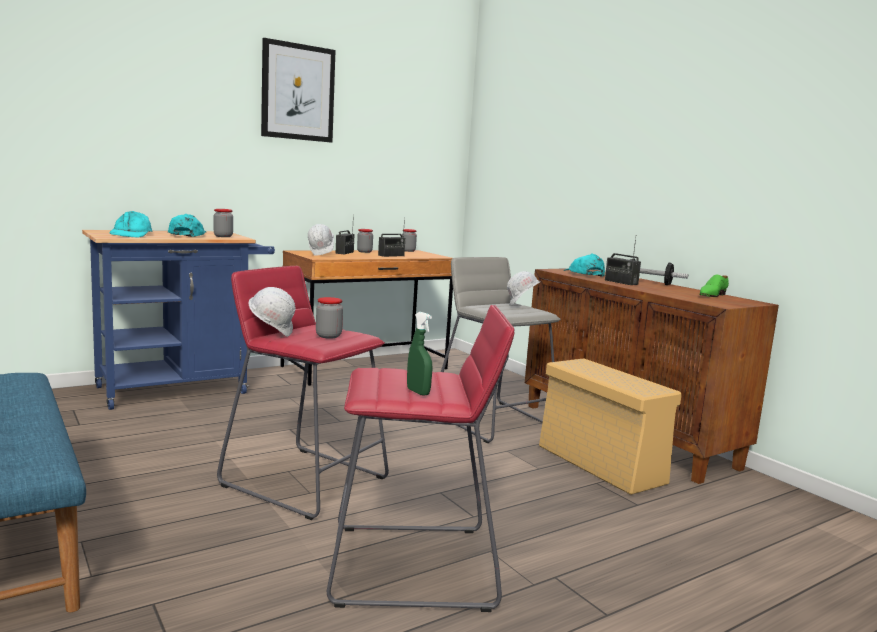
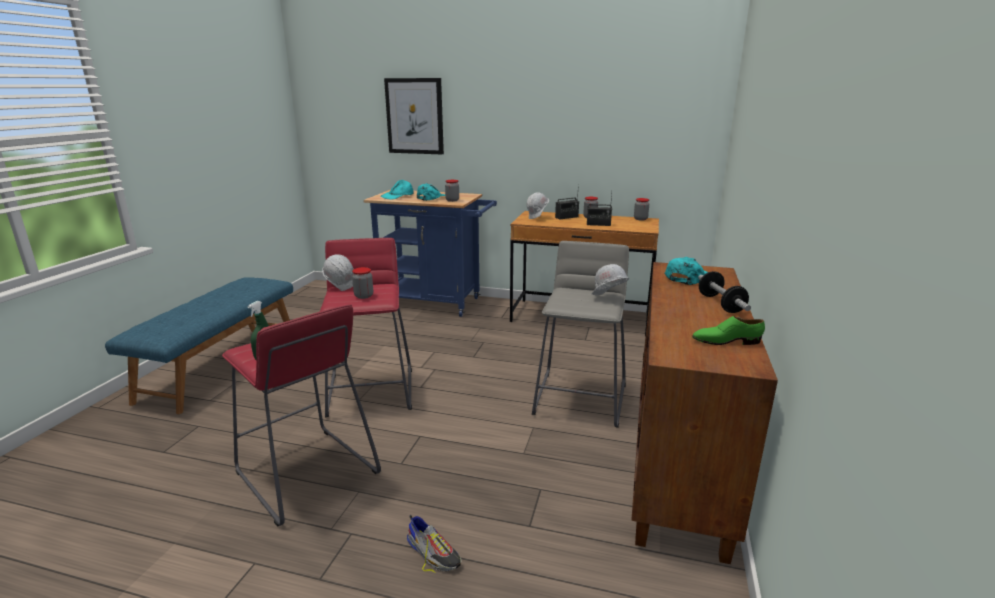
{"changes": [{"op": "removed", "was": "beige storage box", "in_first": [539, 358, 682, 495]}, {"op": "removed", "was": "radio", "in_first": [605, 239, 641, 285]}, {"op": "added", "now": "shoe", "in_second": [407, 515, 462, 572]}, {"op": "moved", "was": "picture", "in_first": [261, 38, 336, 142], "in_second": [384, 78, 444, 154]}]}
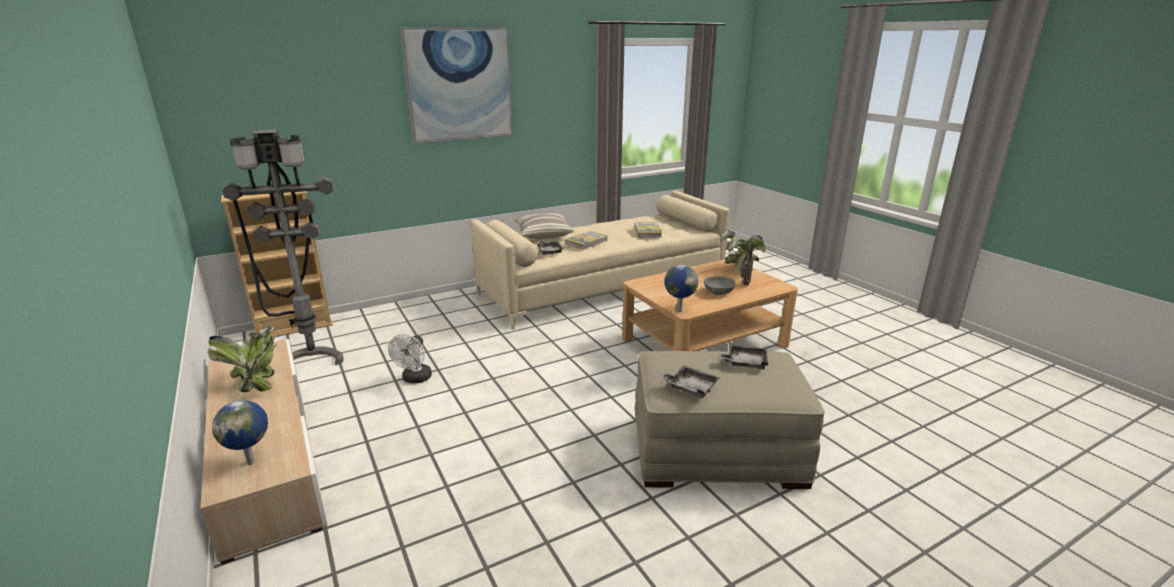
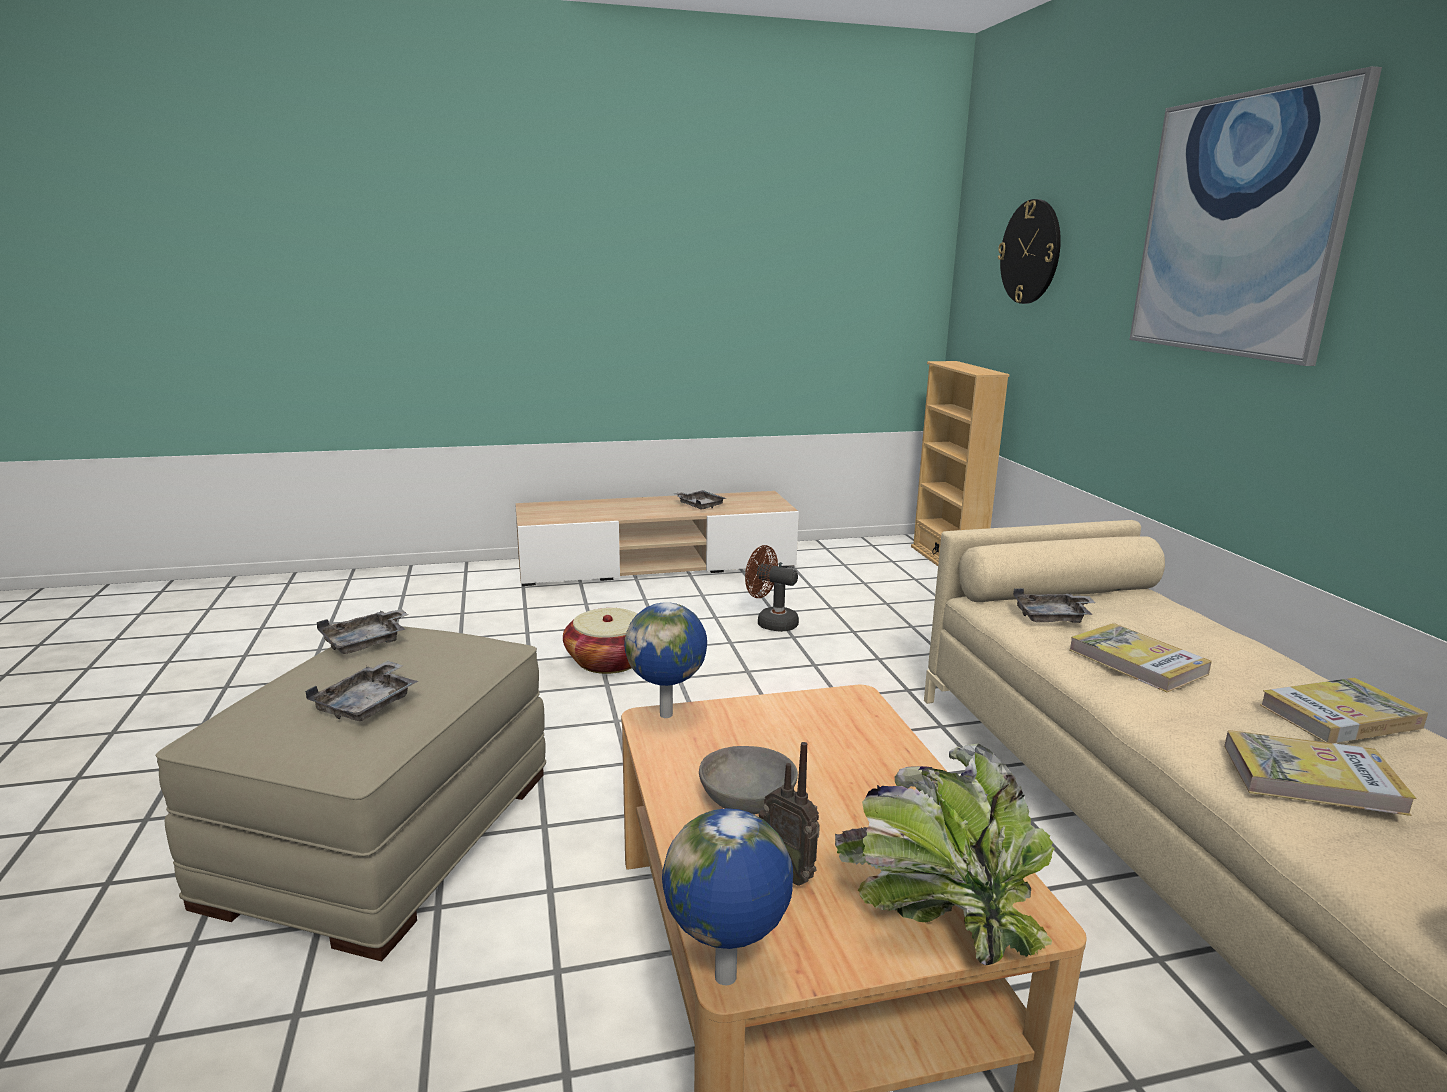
{"changes": [{"op": "removed", "was": "grey floor lamp", "in_first": [222, 130, 344, 365]}, {"op": "removed", "was": "pillow", "in_first": [515, 213, 574, 239]}, {"op": "added", "now": "basket", "in_second": [563, 608, 637, 674]}, {"op": "added", "now": "wall clock", "in_second": [998, 199, 1061, 304]}, {"op": "added", "now": "book", "in_second": [1260, 677, 1428, 743]}, {"op": "moved", "was": "globe", "in_first": [212, 400, 268, 465], "in_second": [662, 808, 793, 985]}, {"op": "replaced", "was": "potted plant", "now": "grey tray", "in_first": [207, 326, 278, 392], "in_second": [675, 490, 727, 510]}, {"op": "recoloured", "was": "white fan", "now": "brown fan", "in_first": [388, 334, 432, 383], "in_second": [745, 545, 799, 632]}]}
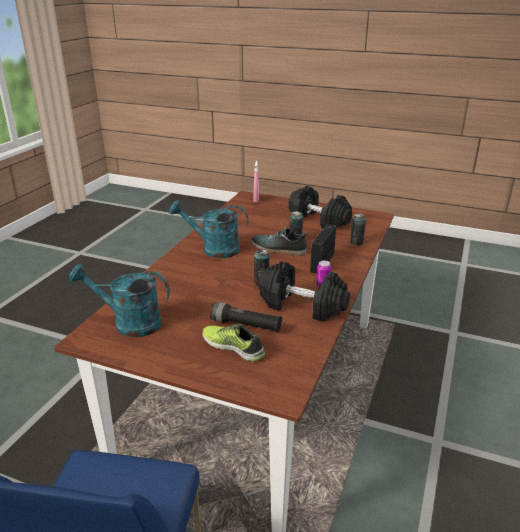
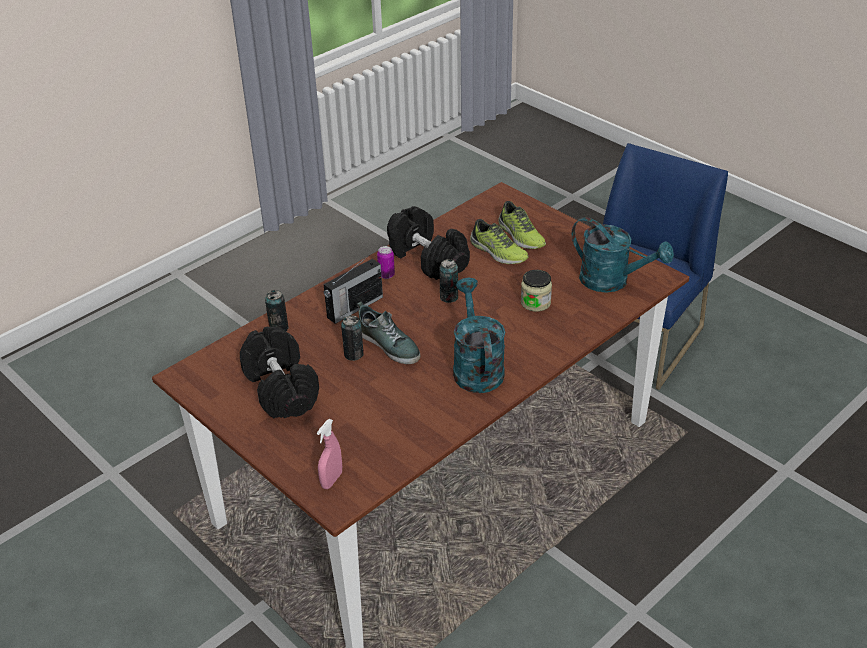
{"changes": [{"op": "added", "now": "jar", "in_second": [521, 270, 552, 312]}, {"op": "replaced", "was": "black flashlight", "now": "shoe", "in_first": [210, 302, 282, 332], "in_second": [470, 219, 528, 264]}, {"op": "turned", "was": "turquoise watering can", "in_first": [169, 201, 249, 258], "in_second": [453, 278, 505, 393], "clockwise": -135}]}
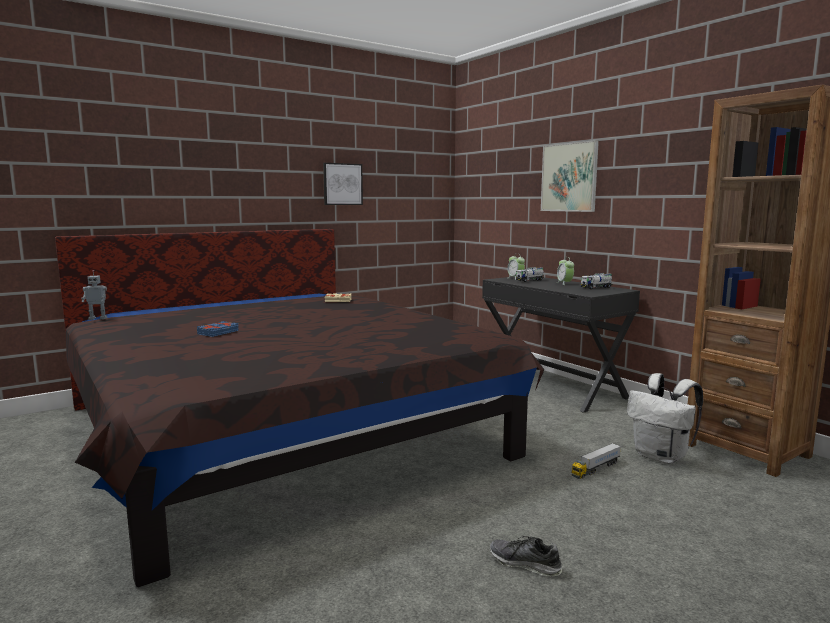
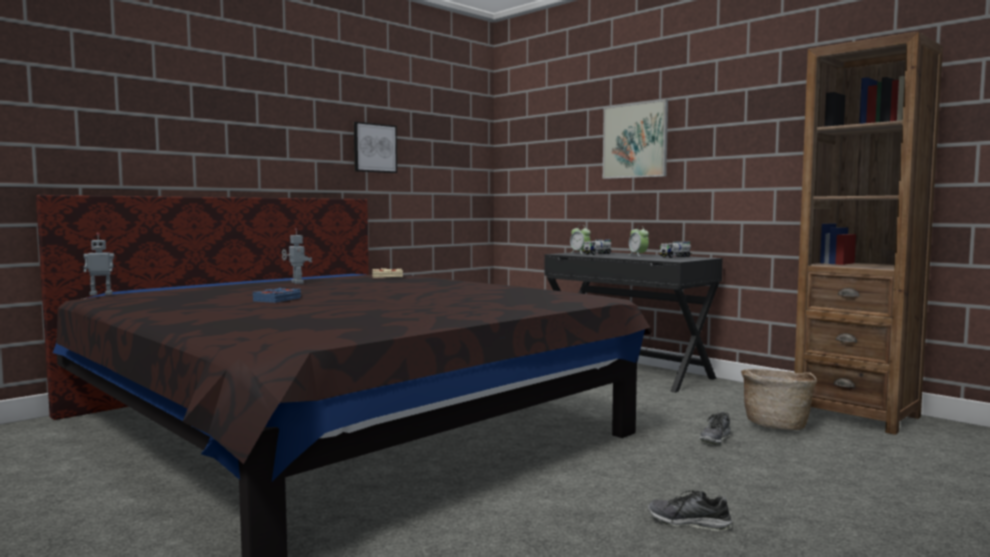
{"changes": [{"op": "added", "now": "toy robot", "in_second": [282, 229, 312, 284]}, {"op": "replaced", "was": "toy truck", "now": "shoe", "in_first": [571, 443, 621, 479], "in_second": [699, 412, 731, 445]}, {"op": "replaced", "was": "white backpack", "now": "basket", "in_first": [627, 373, 703, 464], "in_second": [741, 369, 817, 430]}]}
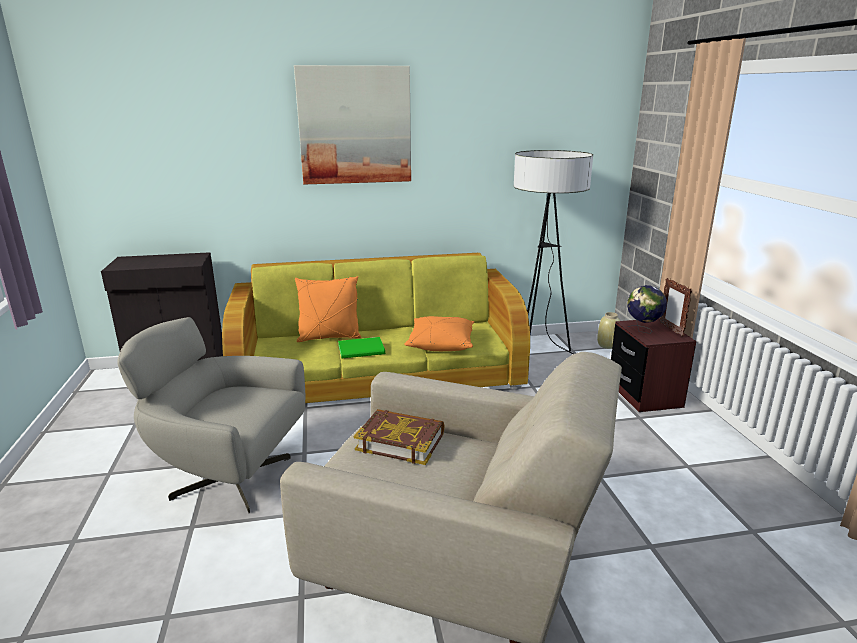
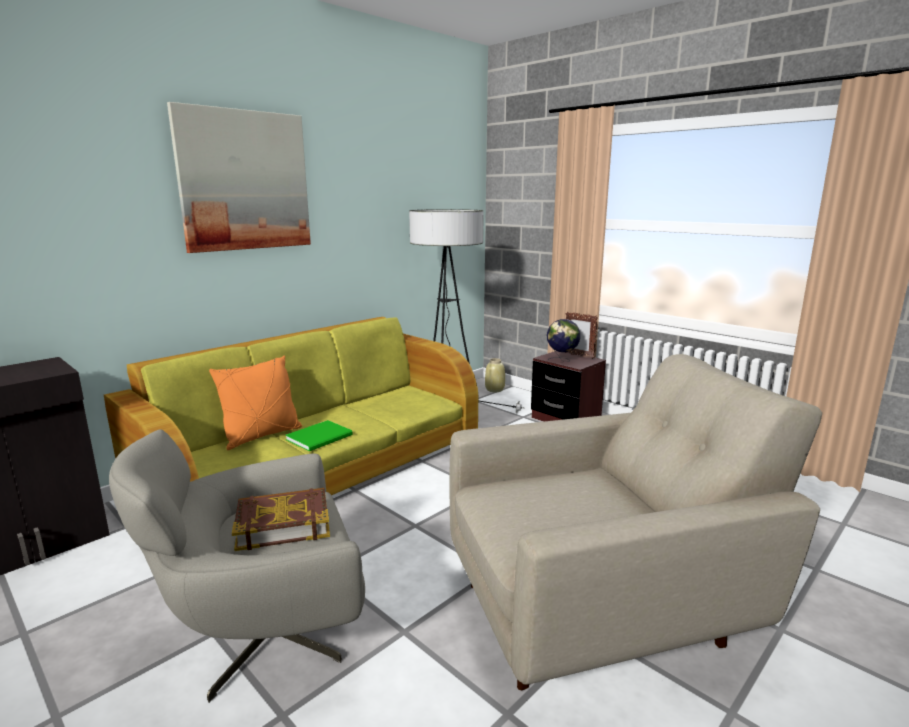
{"changes": [{"op": "removed", "was": "orange pillow", "in_first": [404, 316, 474, 351]}, {"op": "moved", "was": "book", "in_first": [354, 409, 445, 465], "in_second": [232, 488, 330, 551]}]}
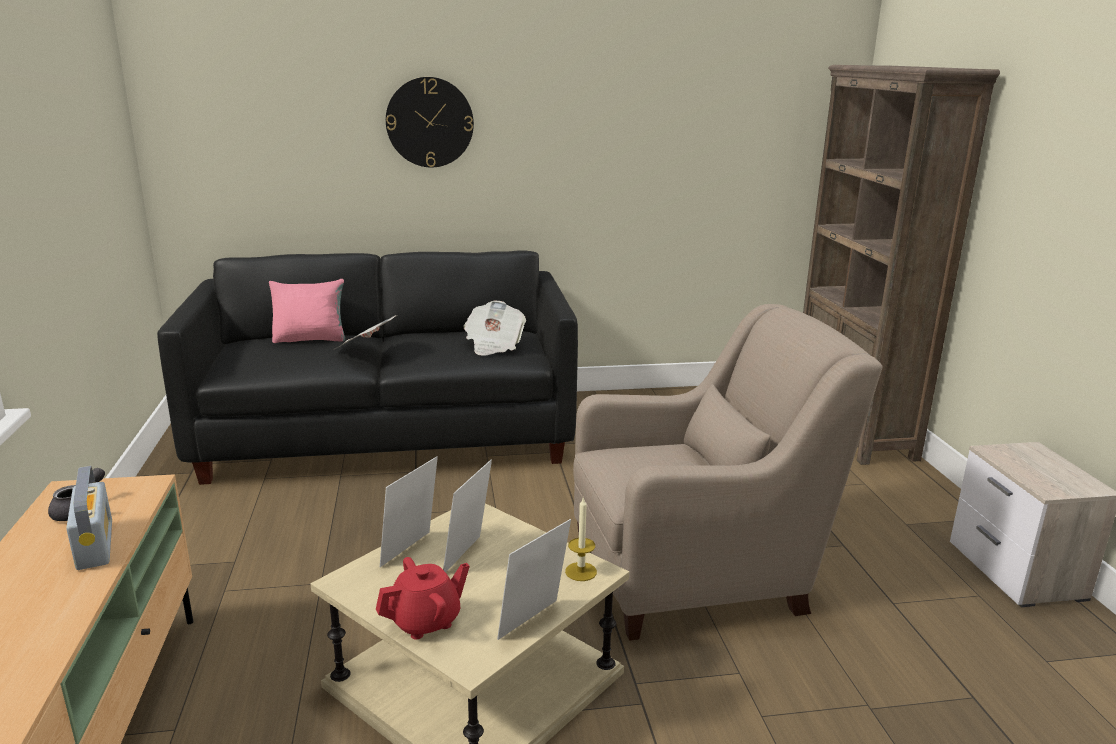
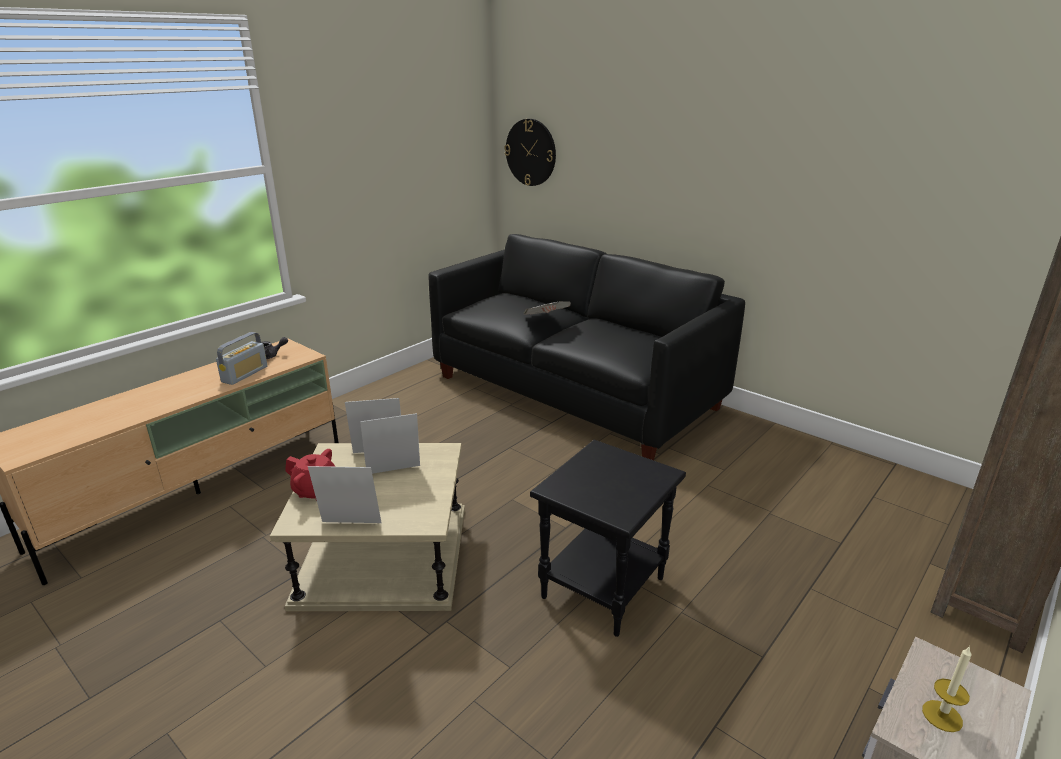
{"changes": [{"op": "removed", "was": "pink pillow", "in_first": [269, 279, 345, 343]}, {"op": "removed", "was": "newspaper", "in_first": [464, 301, 526, 356]}, {"op": "moved", "was": "wall clock", "in_first": [386, 77, 474, 167], "in_second": [504, 119, 556, 186]}, {"op": "moved", "was": "candle", "in_first": [565, 497, 597, 581], "in_second": [922, 646, 972, 732]}, {"op": "replaced", "was": "beige armchair", "now": "black side table", "in_first": [573, 304, 882, 641], "in_second": [530, 440, 686, 637]}]}
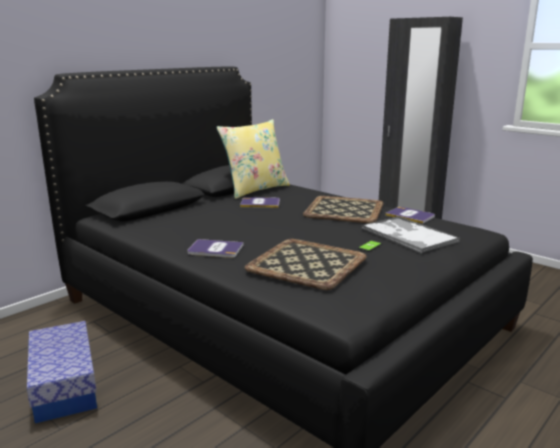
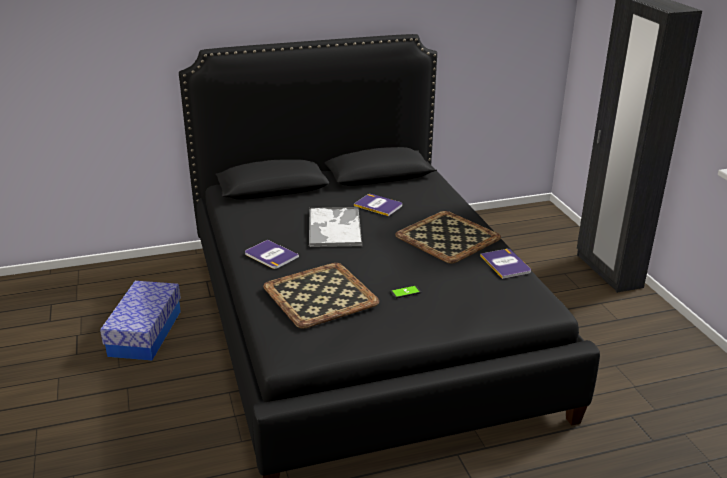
{"changes": [{"op": "removed", "was": "yellow pillow", "in_first": [216, 119, 290, 199]}, {"op": "moved", "was": "tray", "in_first": [362, 216, 460, 254], "in_second": [309, 207, 363, 247]}]}
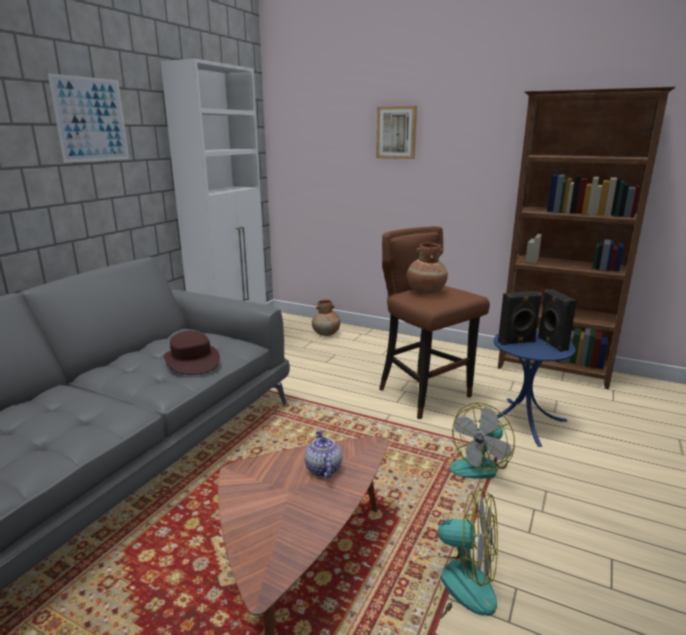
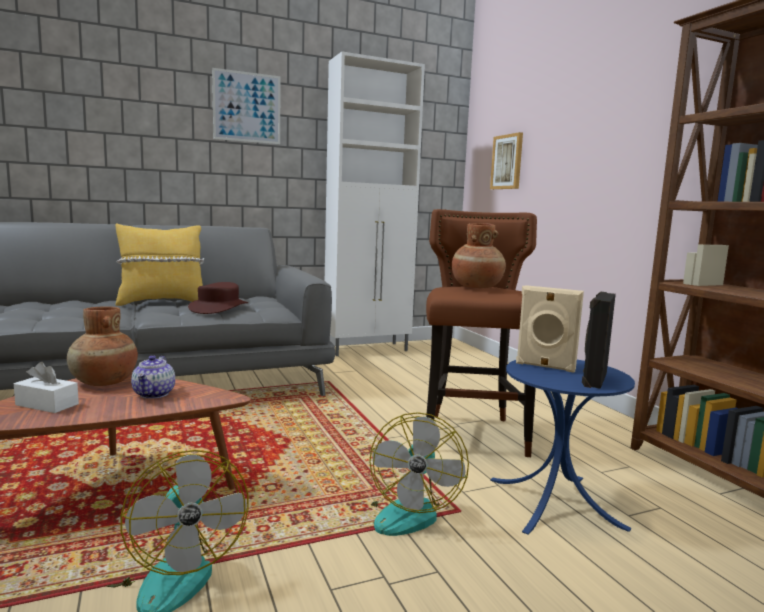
{"changes": [{"op": "added", "now": "white tissue box", "in_second": [14, 362, 79, 413]}, {"op": "added", "now": "yellow pillow", "in_second": [115, 223, 204, 306]}, {"op": "moved", "was": "brown vase", "in_first": [312, 300, 340, 336], "in_second": [67, 306, 138, 386]}, {"op": "moved", "was": "picture", "in_first": [376, 106, 417, 159], "in_second": [490, 132, 523, 189]}, {"op": "recoloured", "was": "black speaker", "now": "beige speaker", "in_first": [498, 291, 542, 345], "in_second": [516, 285, 584, 373]}, {"op": "turned", "was": "teapot", "in_first": [305, 430, 342, 478], "in_second": [131, 355, 175, 399], "clockwise": 150}, {"op": "turned", "was": "fan", "in_first": [449, 403, 515, 479], "in_second": [369, 412, 469, 536], "clockwise": -75}]}
